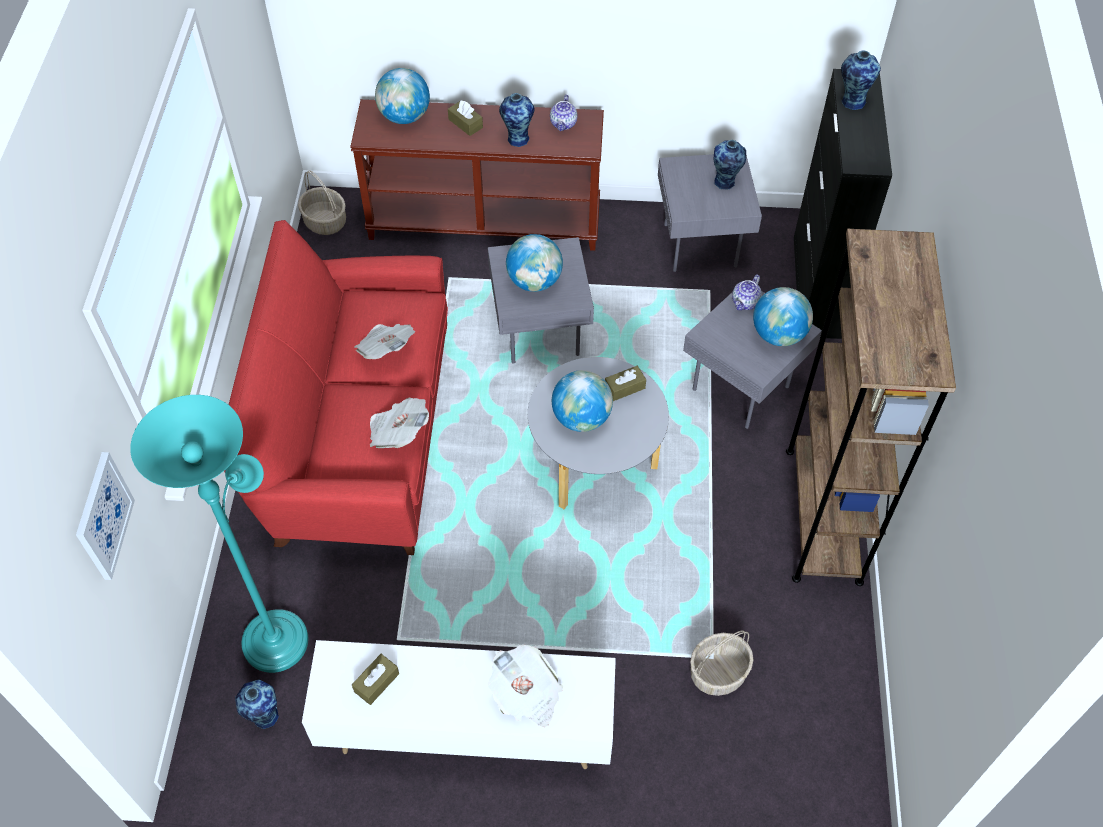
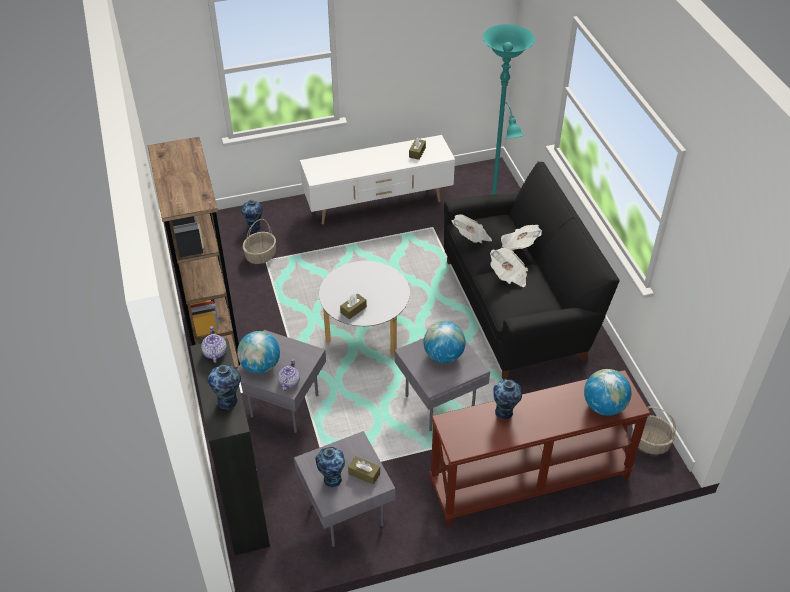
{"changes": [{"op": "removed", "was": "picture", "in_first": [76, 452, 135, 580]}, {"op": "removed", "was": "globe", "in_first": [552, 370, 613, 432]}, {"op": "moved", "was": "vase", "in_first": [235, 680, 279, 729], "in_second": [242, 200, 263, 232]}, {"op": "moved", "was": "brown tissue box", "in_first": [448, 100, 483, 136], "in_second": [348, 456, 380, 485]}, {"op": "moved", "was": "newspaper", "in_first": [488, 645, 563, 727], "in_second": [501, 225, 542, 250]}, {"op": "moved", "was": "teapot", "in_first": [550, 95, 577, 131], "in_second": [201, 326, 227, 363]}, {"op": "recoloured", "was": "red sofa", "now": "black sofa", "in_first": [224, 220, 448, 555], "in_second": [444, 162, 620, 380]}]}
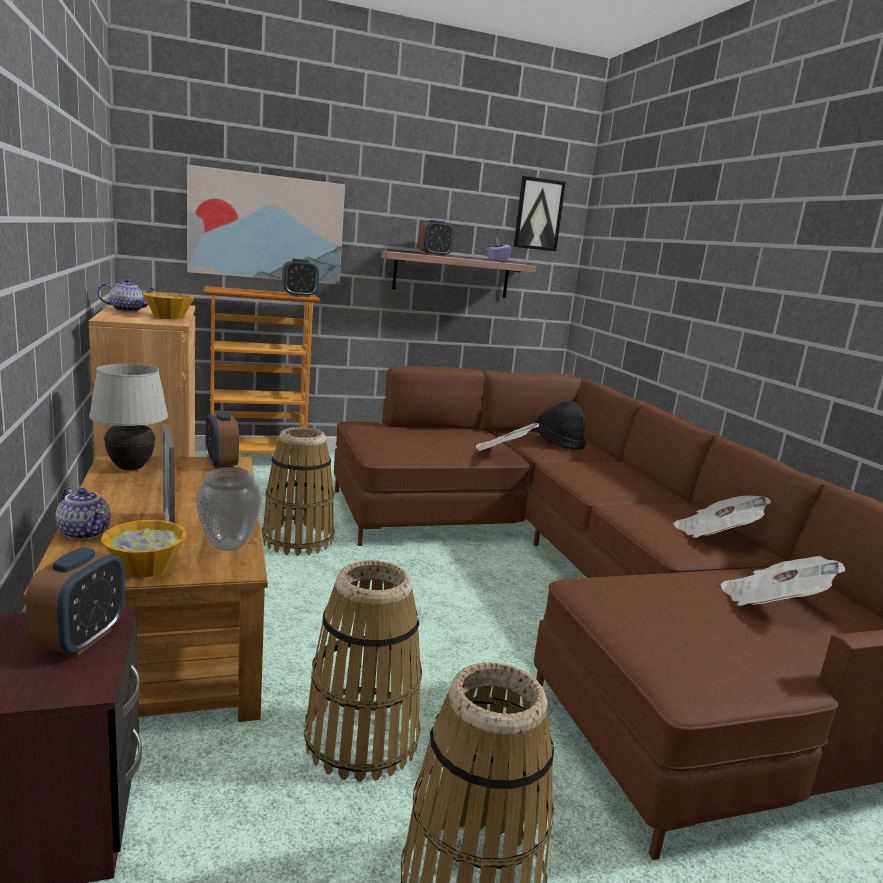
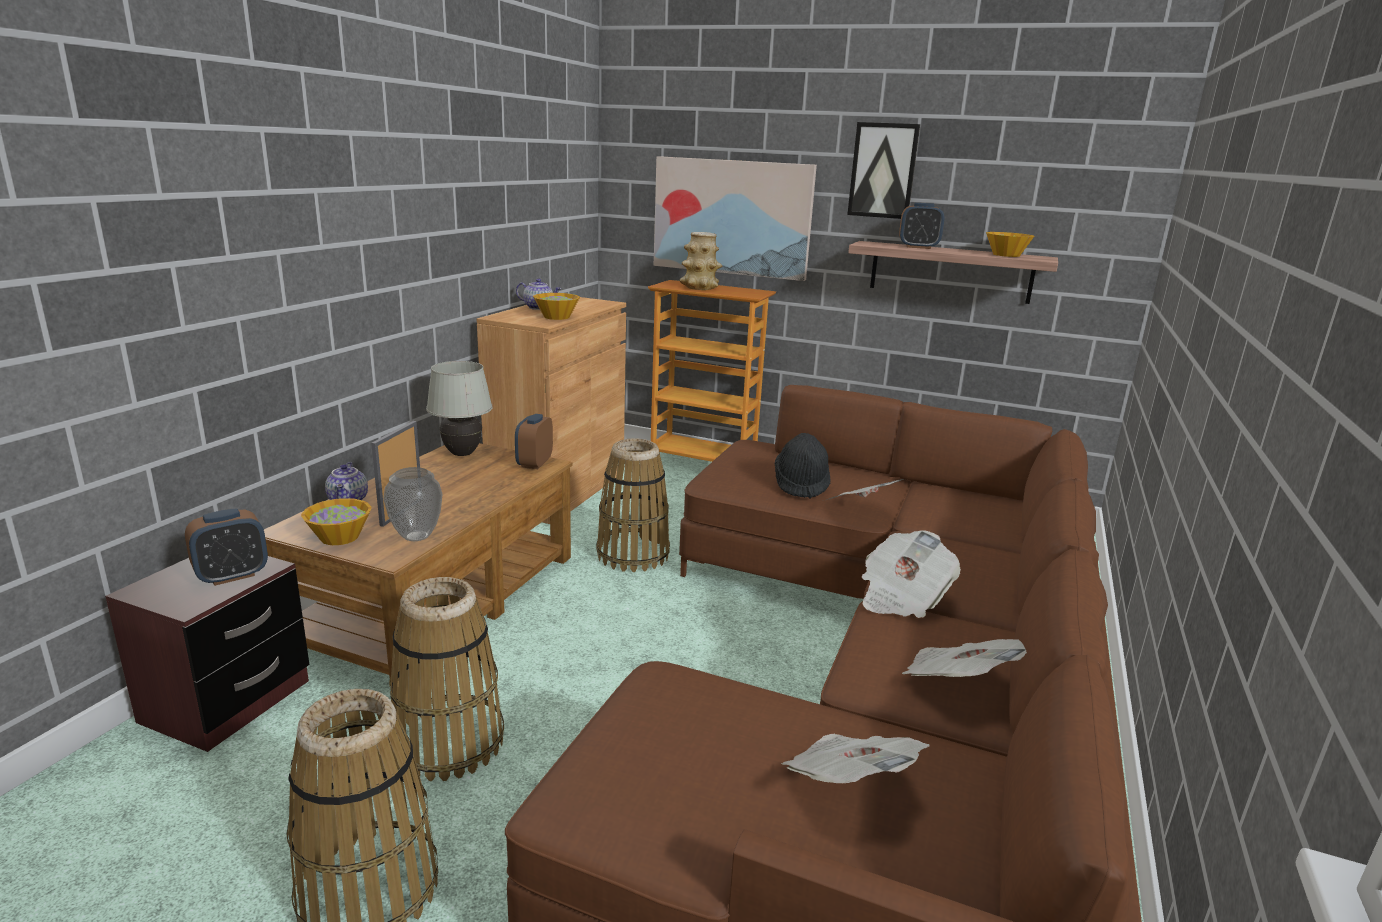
{"changes": [{"op": "removed", "was": "alarm clock", "in_first": [282, 259, 319, 297]}, {"op": "added", "now": "vase", "in_second": [680, 232, 722, 290]}, {"op": "added", "now": "newspaper", "in_second": [862, 530, 961, 618]}, {"op": "moved", "was": "picture", "in_first": [514, 176, 566, 251], "in_second": [847, 122, 920, 219]}, {"op": "moved", "was": "black hat", "in_first": [535, 401, 586, 450], "in_second": [774, 433, 830, 498]}, {"op": "replaced", "was": "purple tissue box", "now": "bowl", "in_first": [486, 238, 511, 263], "in_second": [986, 232, 1034, 257]}]}
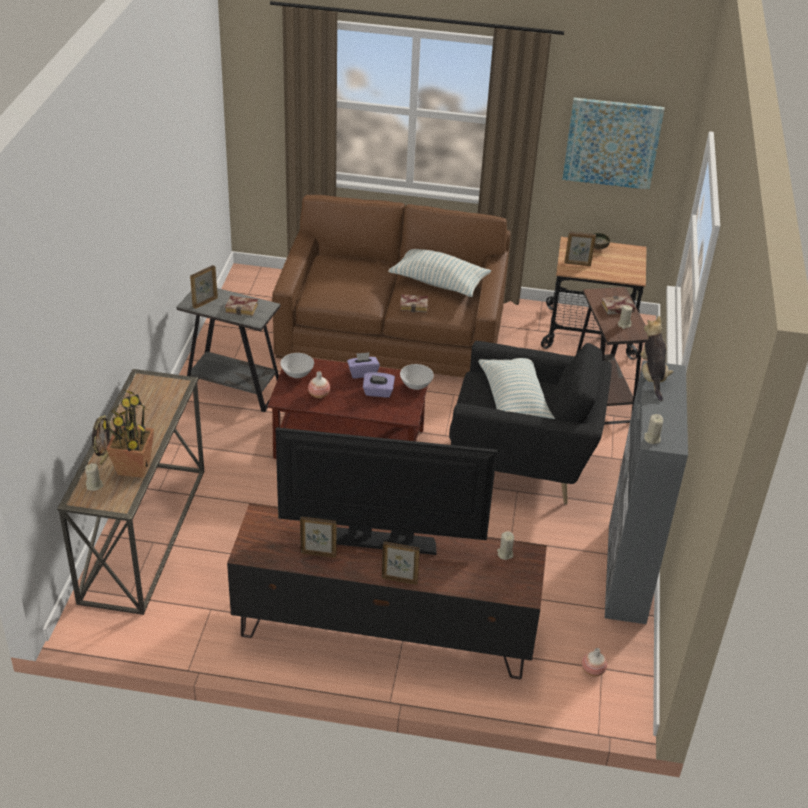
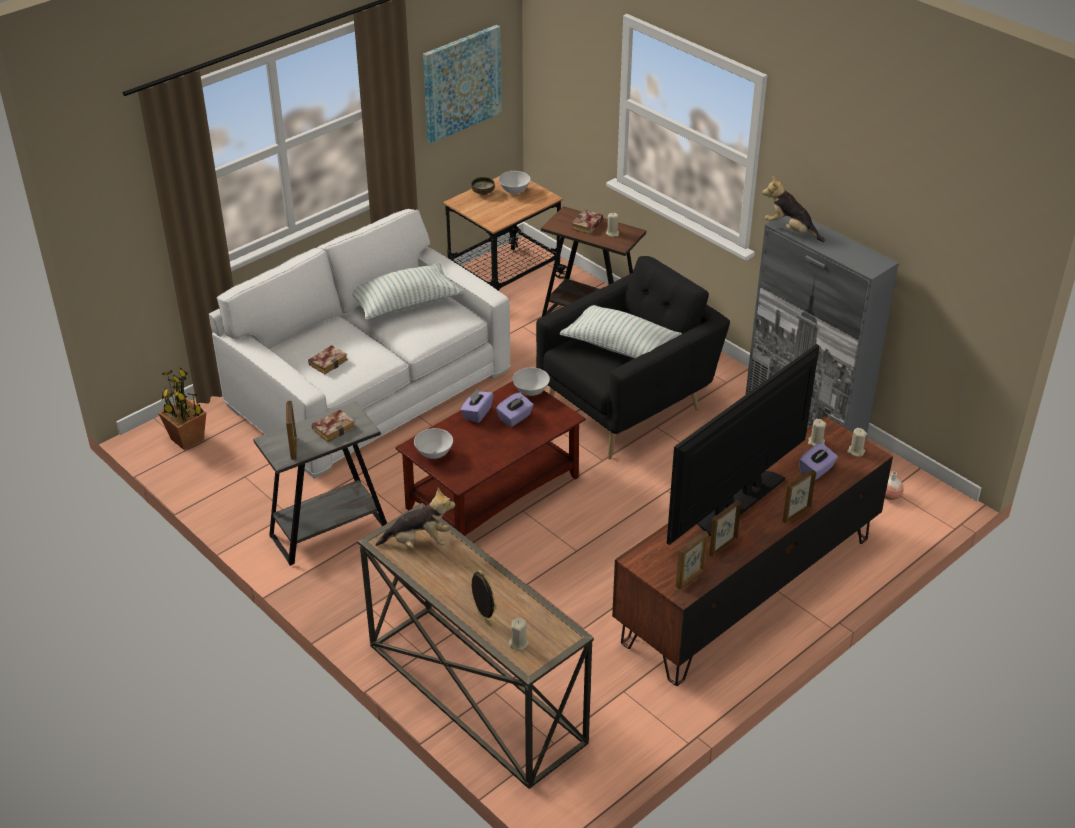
{"changes": [{"op": "removed", "was": "vase", "in_first": [308, 371, 330, 398]}, {"op": "added", "now": "plush toy", "in_second": [375, 488, 455, 548]}, {"op": "added", "now": "white bowl", "in_second": [499, 171, 531, 194]}, {"op": "added", "now": "purple tissue box", "in_second": [799, 443, 838, 480]}, {"op": "moved", "was": "potted plant", "in_first": [102, 389, 154, 478], "in_second": [158, 367, 206, 450]}, {"op": "moved", "was": "book", "in_first": [400, 294, 428, 312], "in_second": [308, 345, 348, 374]}, {"op": "moved", "was": "picture frame", "in_first": [564, 231, 596, 266], "in_second": [676, 531, 708, 589]}, {"op": "moved", "was": "beige candle", "in_first": [644, 414, 663, 444], "in_second": [847, 428, 867, 457]}, {"op": "recoloured", "was": "brown sofa", "now": "white sofa", "in_first": [272, 195, 511, 378], "in_second": [209, 209, 511, 479]}]}
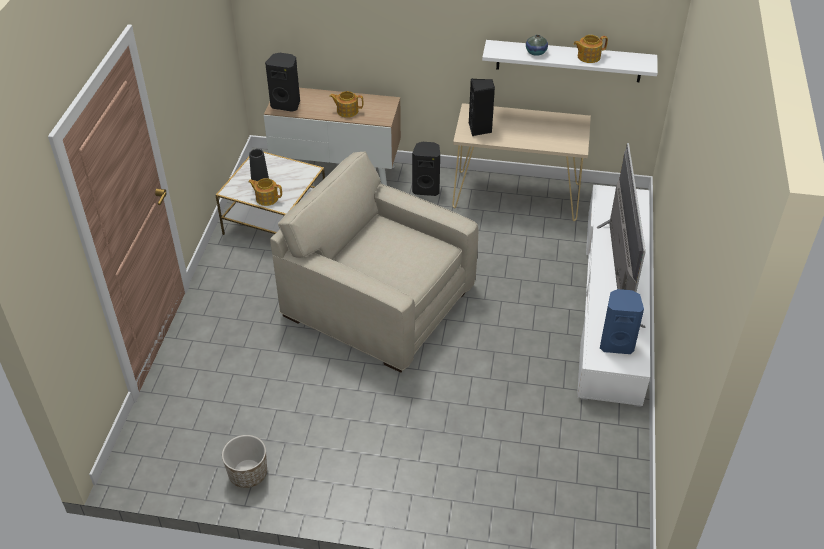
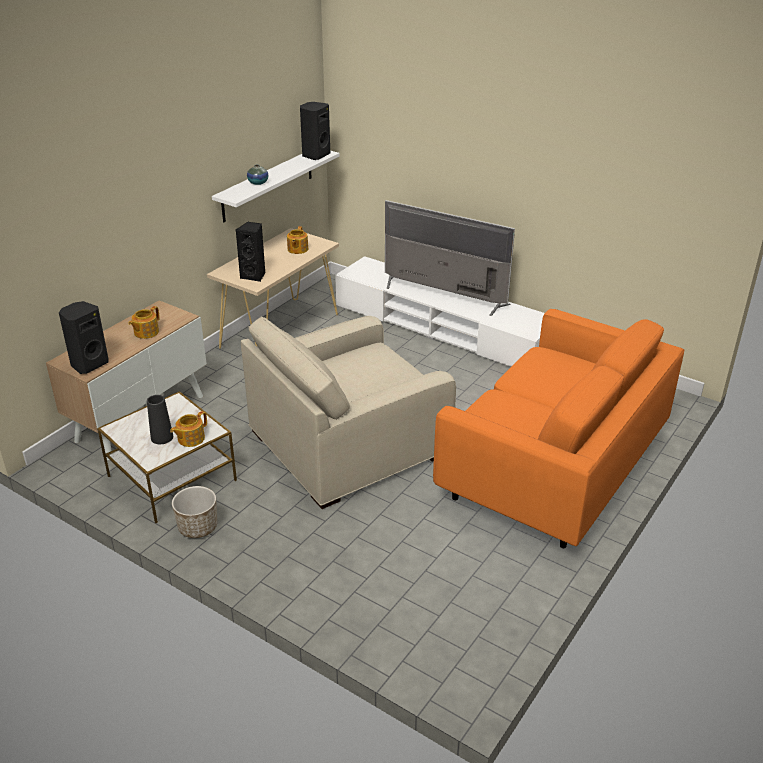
{"changes": [{"op": "removed", "was": "blue speaker", "in_first": [600, 289, 644, 354]}, {"op": "added", "now": "orange sofa", "in_second": [433, 309, 684, 548]}, {"op": "moved", "was": "planter", "in_first": [222, 435, 267, 488], "in_second": [172, 486, 217, 538]}, {"op": "moved", "was": "black speaker", "in_first": [412, 142, 440, 196], "in_second": [300, 102, 330, 160]}, {"op": "moved", "was": "teapot", "in_first": [573, 35, 608, 63], "in_second": [287, 226, 308, 254]}]}
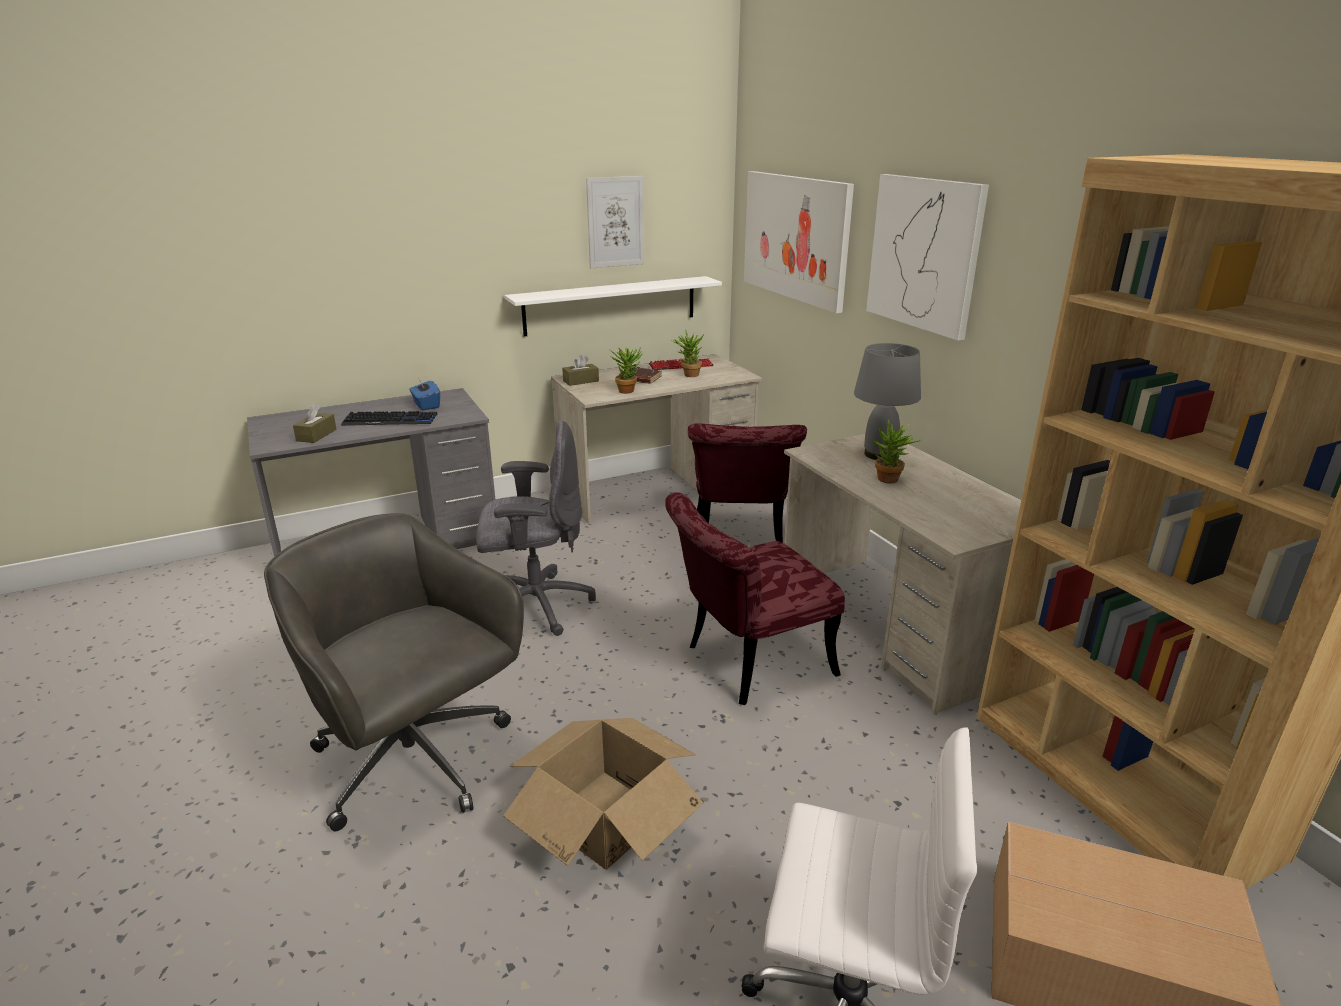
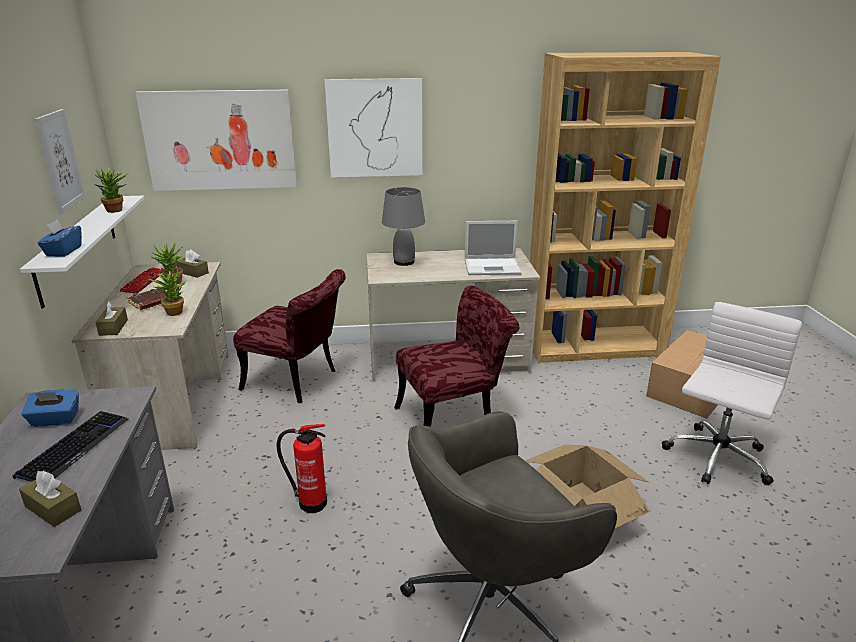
{"changes": [{"op": "added", "now": "blue tissue box", "in_second": [38, 219, 82, 257]}, {"op": "added", "now": "brown tissue box", "in_second": [177, 249, 209, 278]}, {"op": "added", "now": "laptop", "in_second": [465, 221, 522, 275]}, {"op": "moved", "was": "potted plant", "in_first": [871, 419, 920, 484], "in_second": [94, 167, 128, 213]}, {"op": "replaced", "was": "grey office chair", "now": "fire extinguisher", "in_first": [476, 420, 596, 636], "in_second": [276, 424, 327, 513]}, {"op": "turned", "was": "red chair", "in_first": [665, 492, 845, 705], "in_second": [394, 286, 519, 427], "clockwise": -105}]}
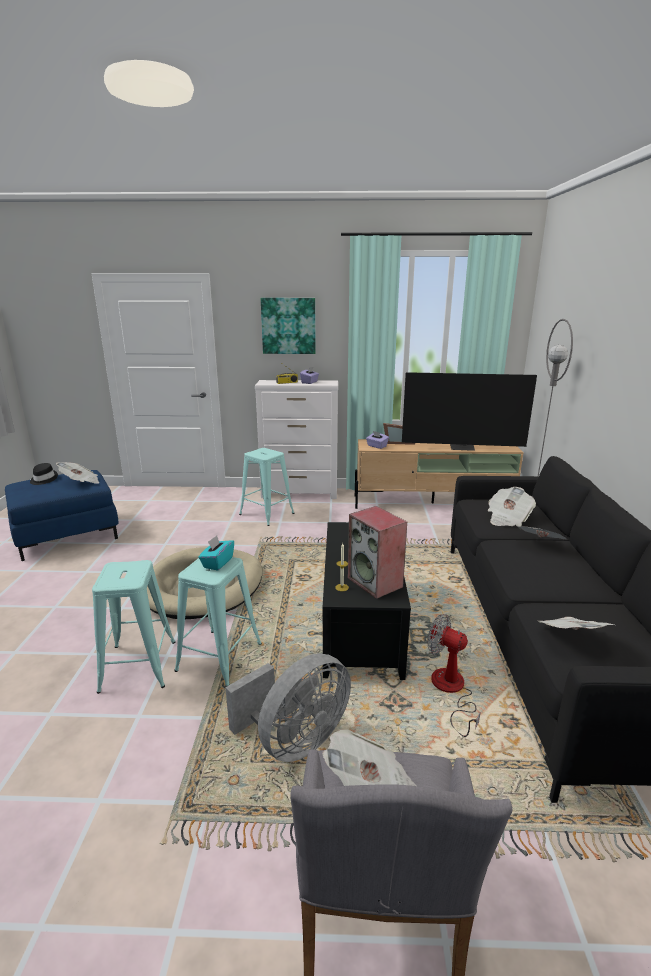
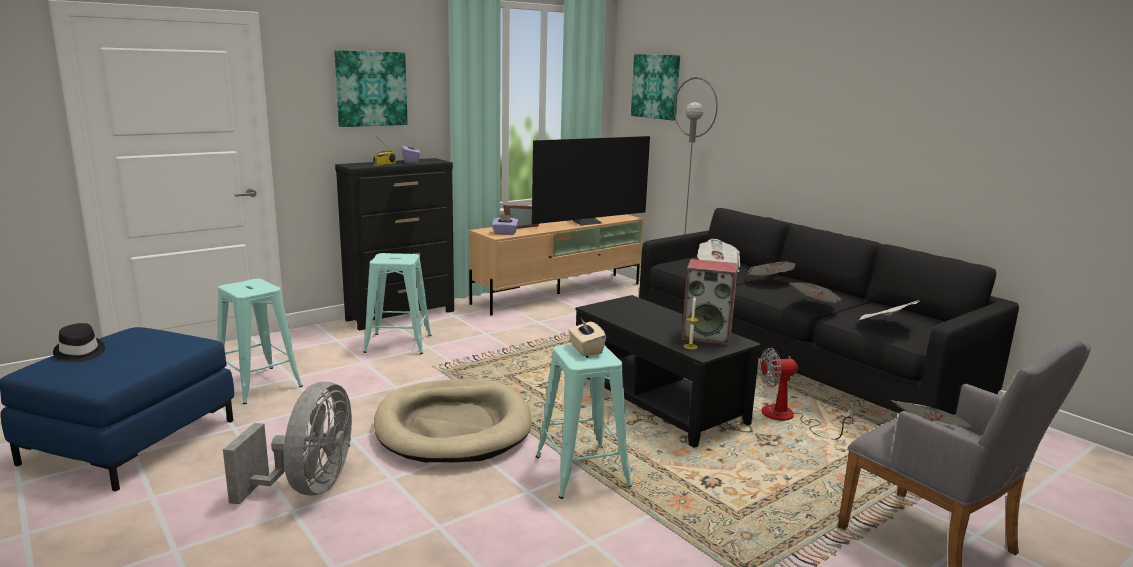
{"changes": [{"op": "added", "now": "picture", "in_second": [631, 54, 680, 120]}, {"op": "moved", "was": "newspaper", "in_first": [56, 462, 99, 484], "in_second": [789, 282, 841, 303]}, {"op": "moved", "was": "turquoise stool", "in_first": [92, 560, 175, 694], "in_second": [217, 279, 303, 404]}, {"op": "moved", "was": "grey fan", "in_first": [225, 653, 351, 762], "in_second": [223, 382, 352, 504]}, {"op": "recoloured", "was": "turquoise tissue box", "now": "beige tissue box", "in_first": [198, 535, 234, 571], "in_second": [568, 318, 606, 356]}, {"op": "recoloured", "was": "white dresser", "now": "black dresser", "in_first": [255, 380, 338, 499], "in_second": [335, 158, 454, 330]}]}
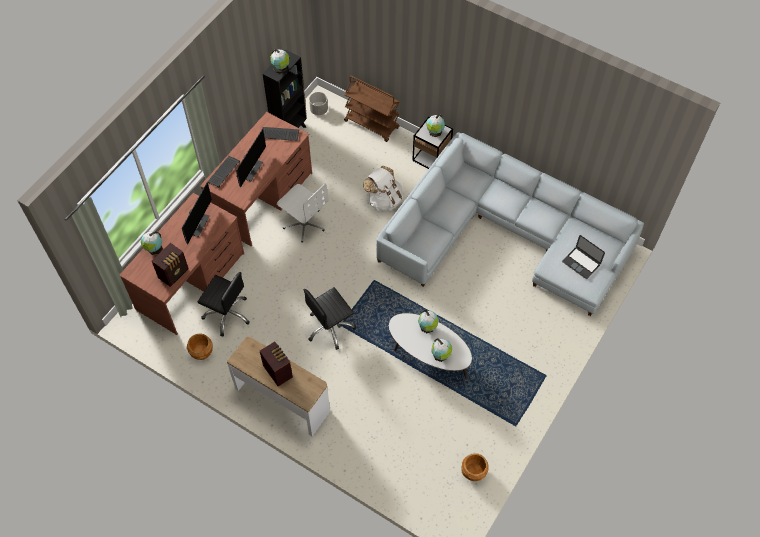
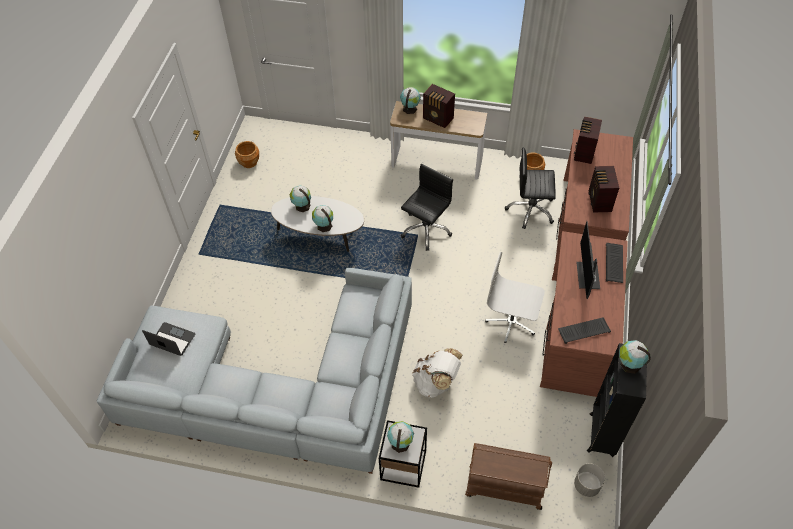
{"changes": [{"op": "moved", "was": "globe", "in_first": [141, 231, 163, 255], "in_second": [400, 87, 421, 114]}, {"op": "replaced", "was": "monitor", "now": "radio", "in_first": [182, 182, 212, 245], "in_second": [588, 166, 619, 213]}]}
